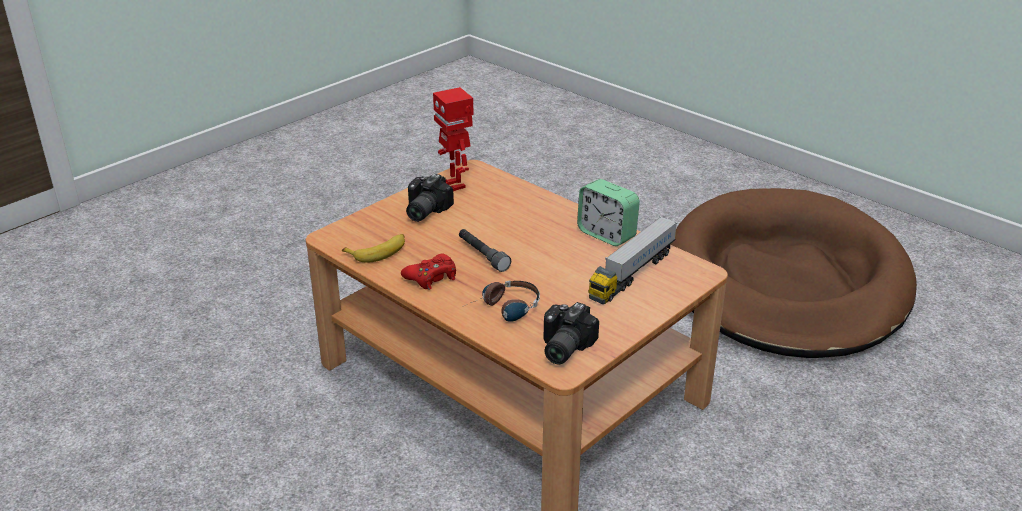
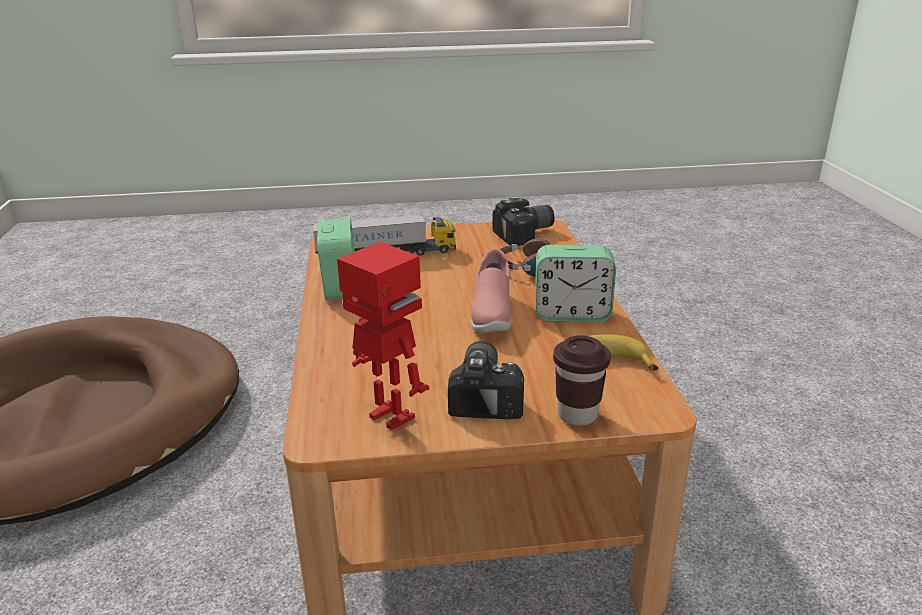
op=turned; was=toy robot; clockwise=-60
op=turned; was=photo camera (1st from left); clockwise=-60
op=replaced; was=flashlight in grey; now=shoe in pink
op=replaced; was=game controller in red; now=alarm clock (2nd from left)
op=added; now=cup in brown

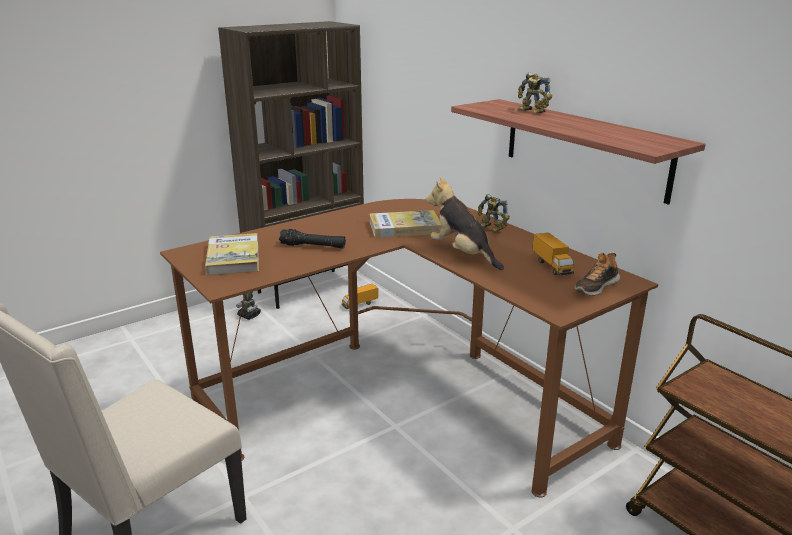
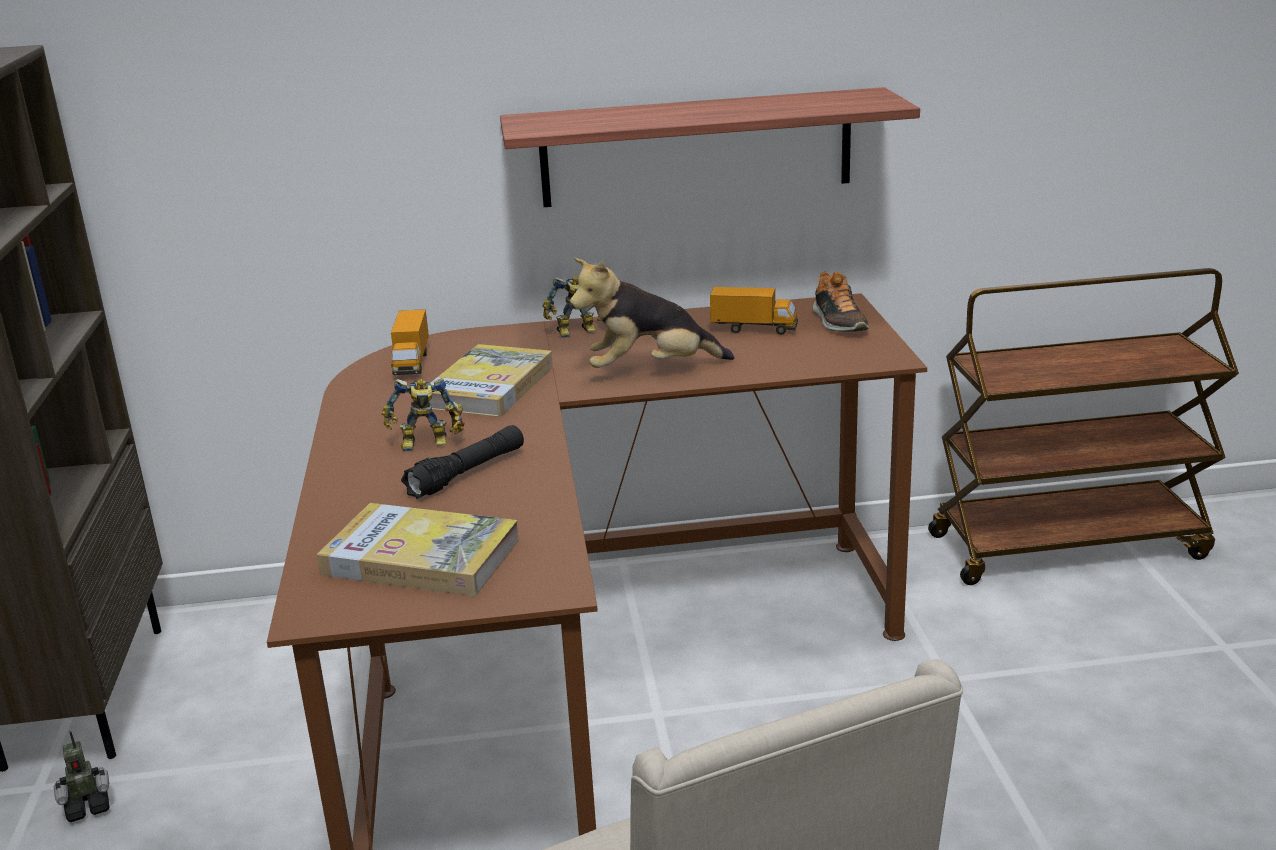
op=moved; was=toy robot (3rd from left in the first image); now=toy robot (2nd from left)
op=moved; was=toy truck (1st from left)

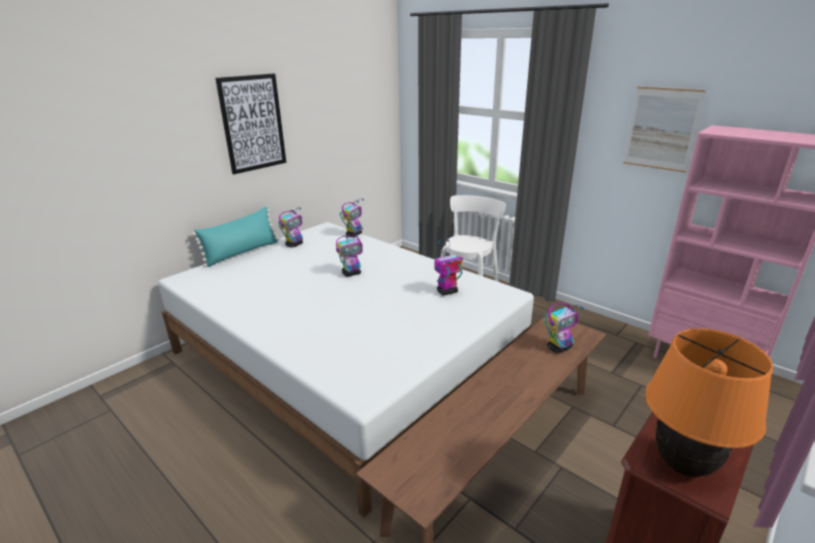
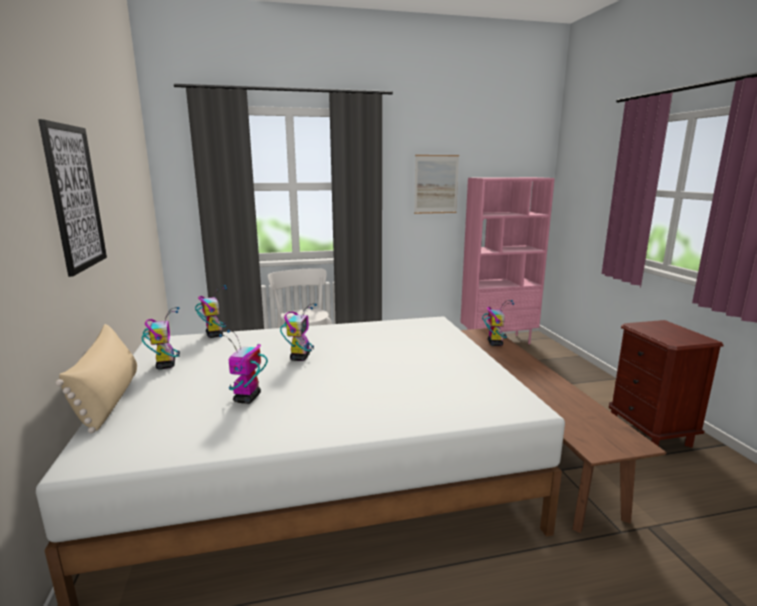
op=recoloured; was=pillow in turquoise; now=pillow in beige
op=moved; was=toy robot (4th from left in the first image); now=toy robot (3rd from left)
op=removed; was=table lamp in orange

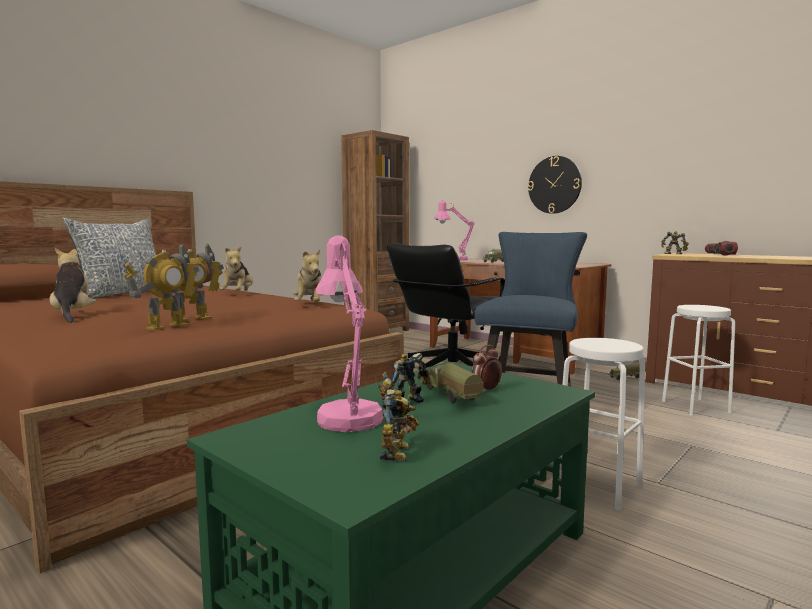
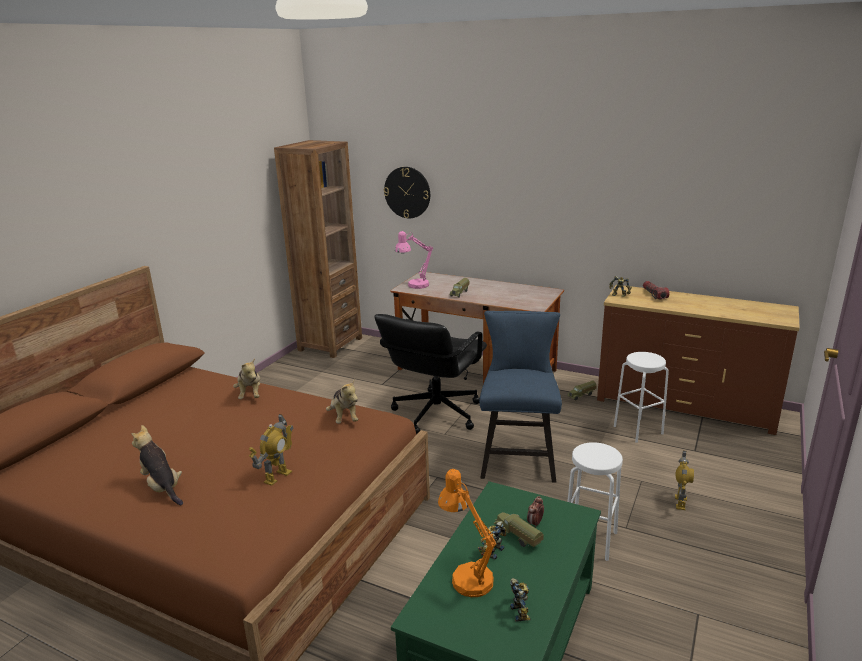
op=moved; was=wall clock
op=removed; was=pillow
op=recoloured; was=table lamp in pink (1st from left); now=table lamp in orange
op=moved; was=toy robot (1st from left in the first image); now=toy robot (5th from left)

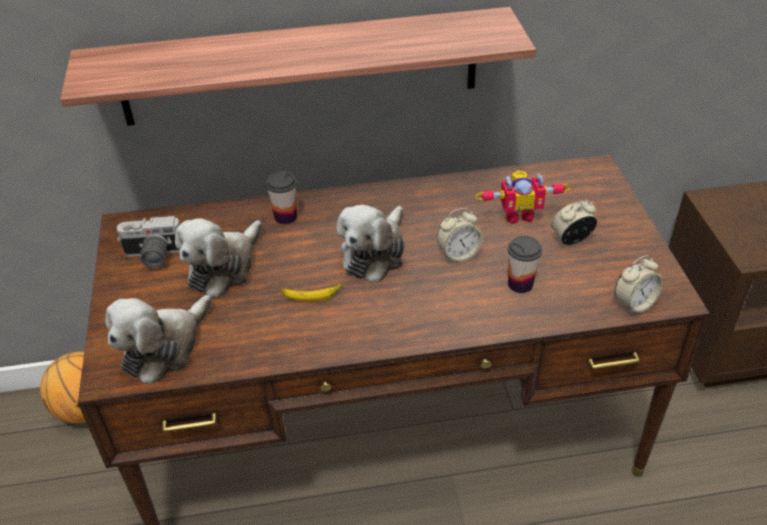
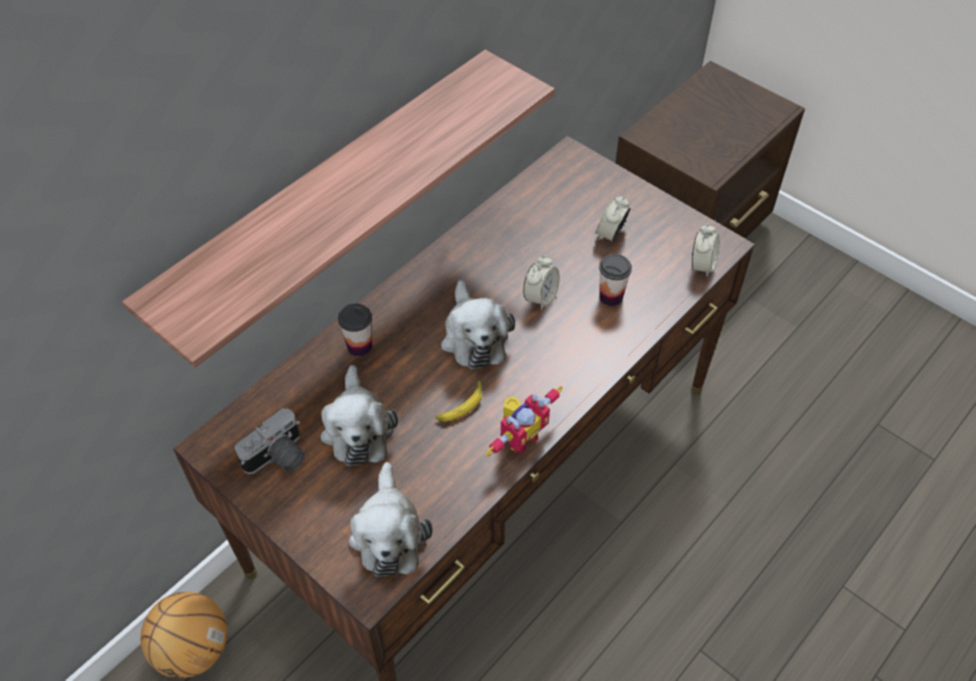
op=moved; was=toy robot

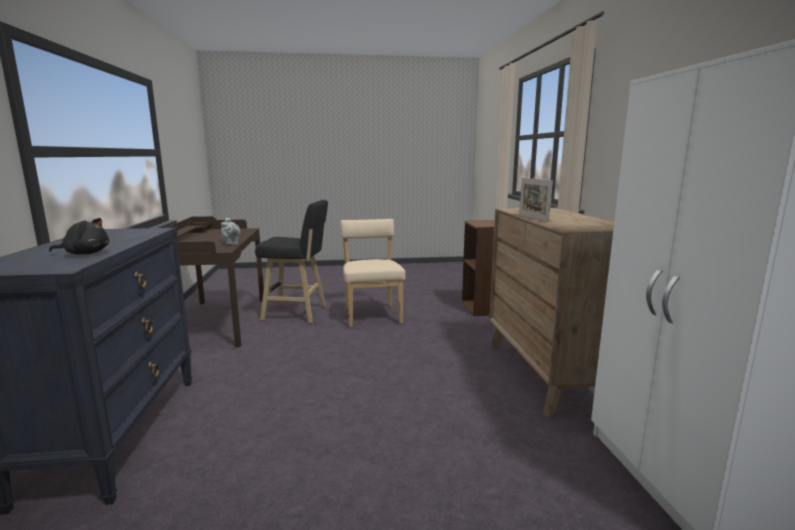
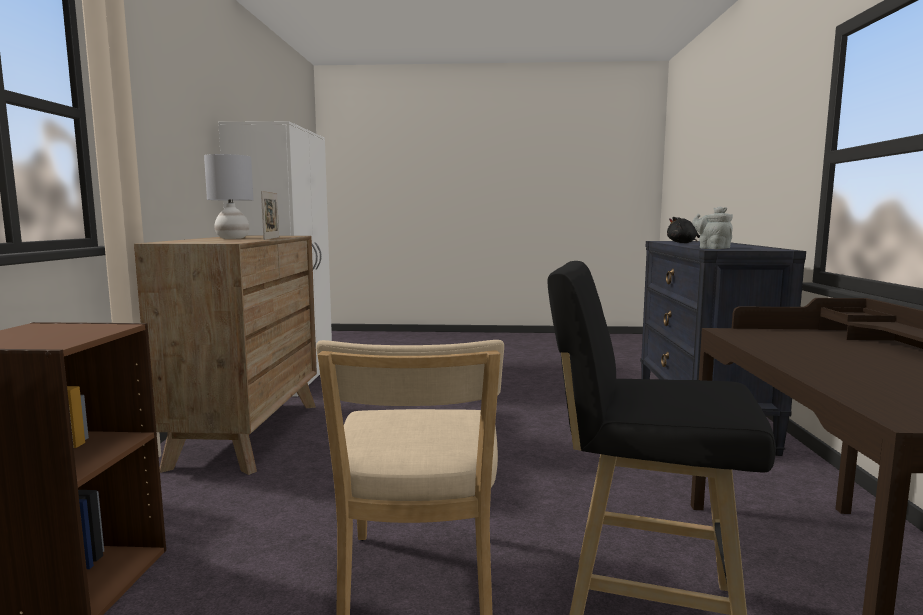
op=moved; was=teapot in grey
op=added; now=table lamp in grey

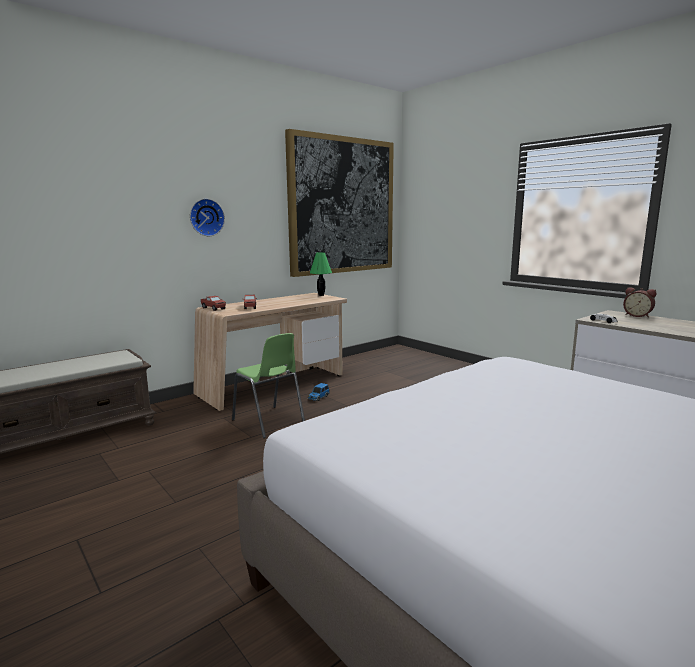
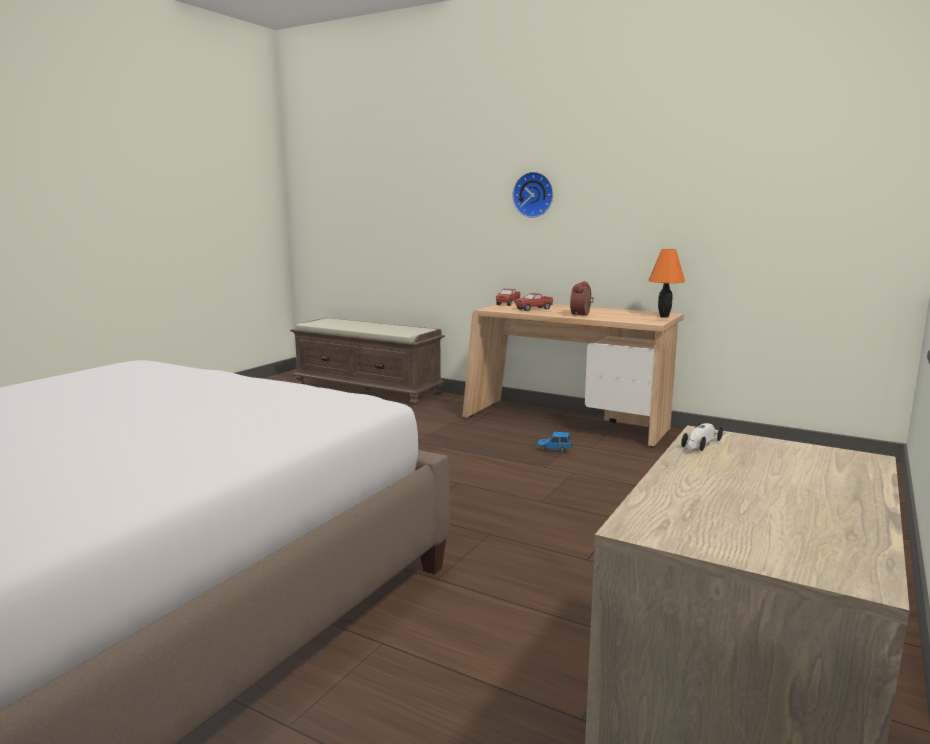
op=removed; was=picture
op=recoloured; was=table lamp in green; now=table lamp in orange
op=moved; was=alarm clock
op=removed; was=chair in green

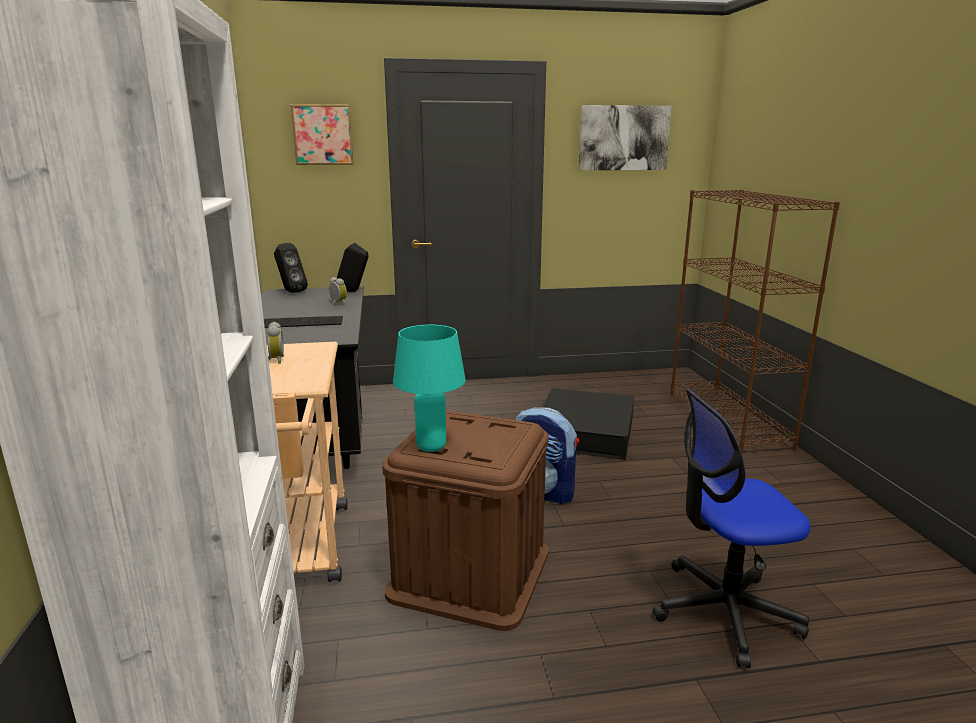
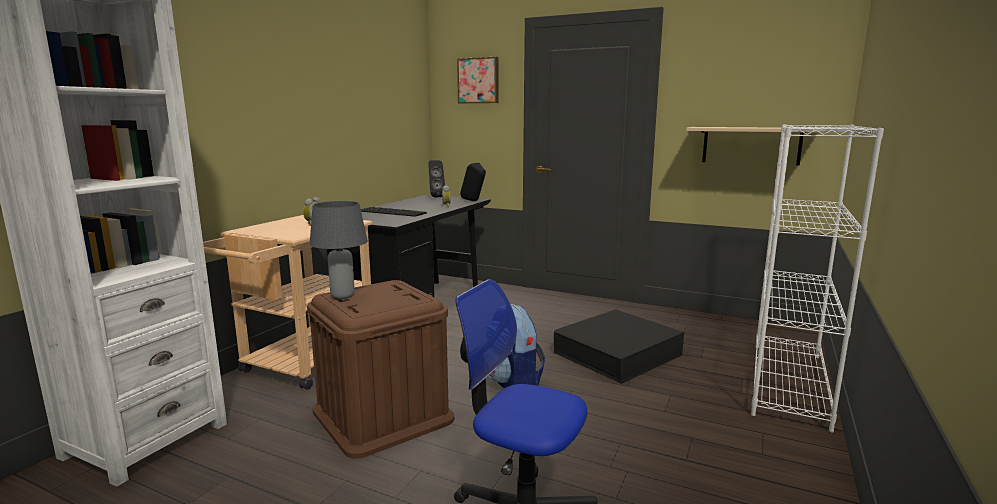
op=removed; was=picture (2nd from left)
op=recoloured; was=bookcase in brown; now=bookcase in white (2nd from left)
op=recoloured; was=table lamp in turquoise; now=table lamp in grey
op=added; now=shelf in beige

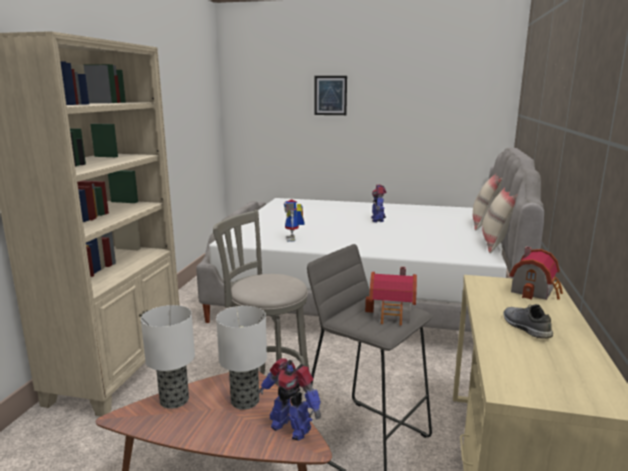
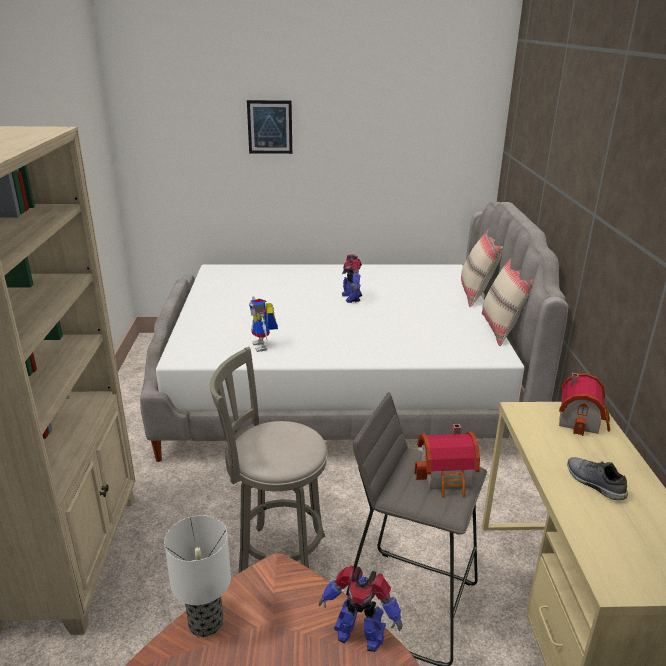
op=removed; was=table lamp (2nd from left)

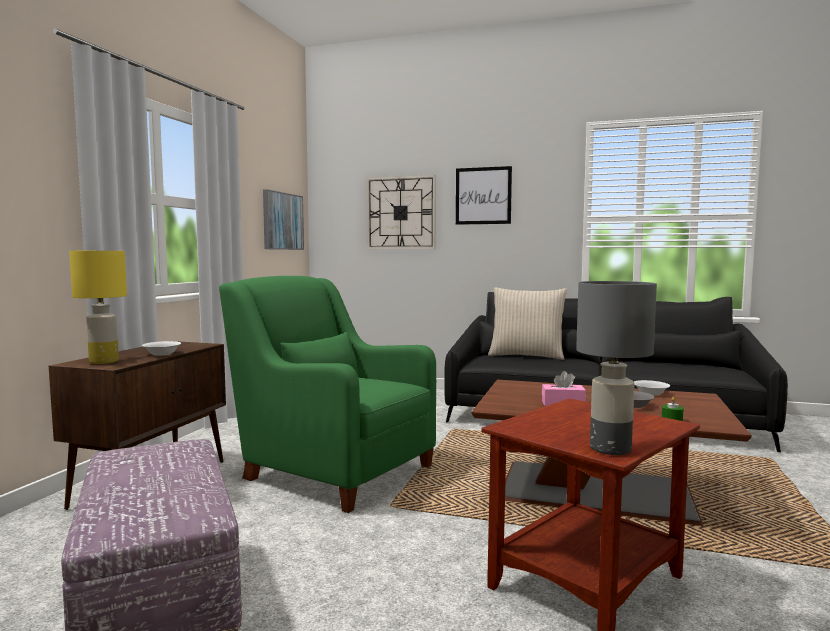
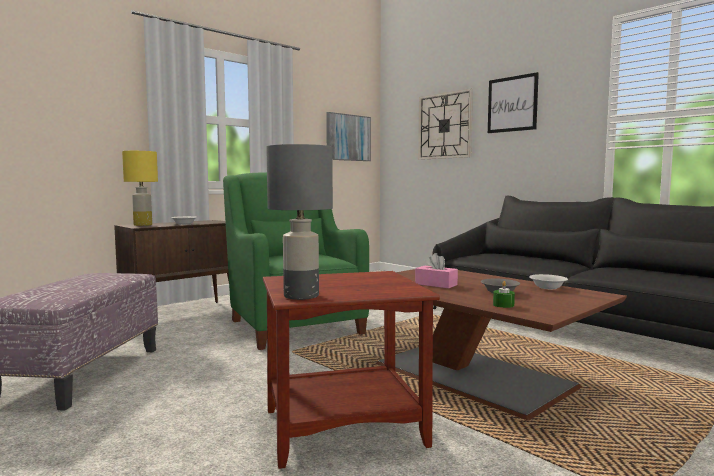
op=removed; was=pillow in beige

